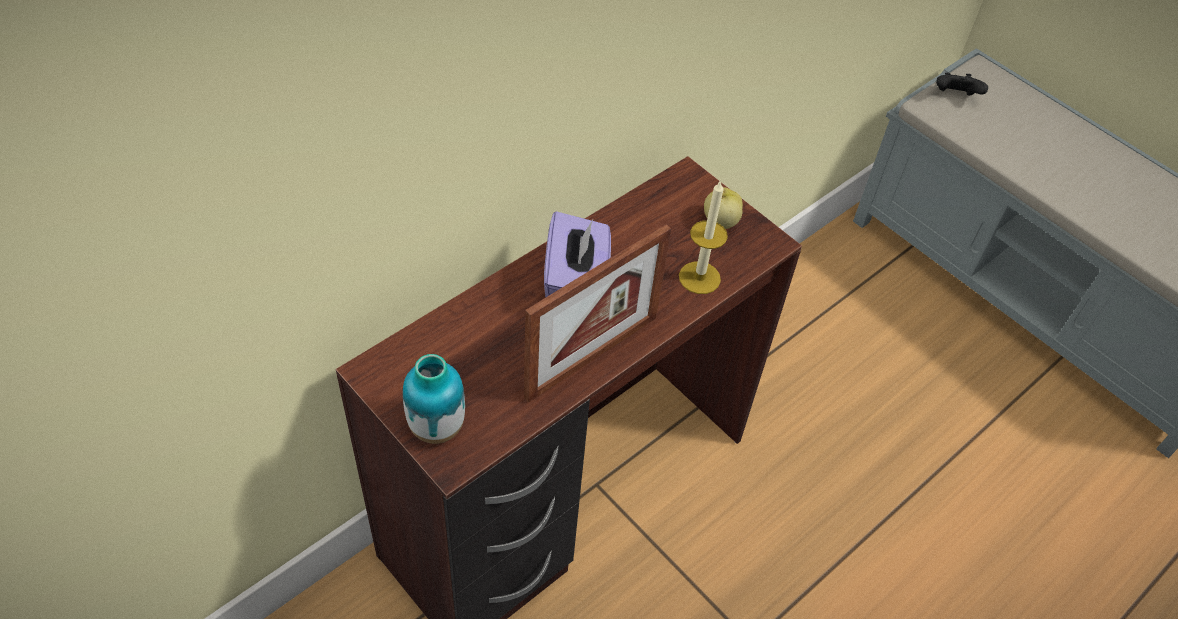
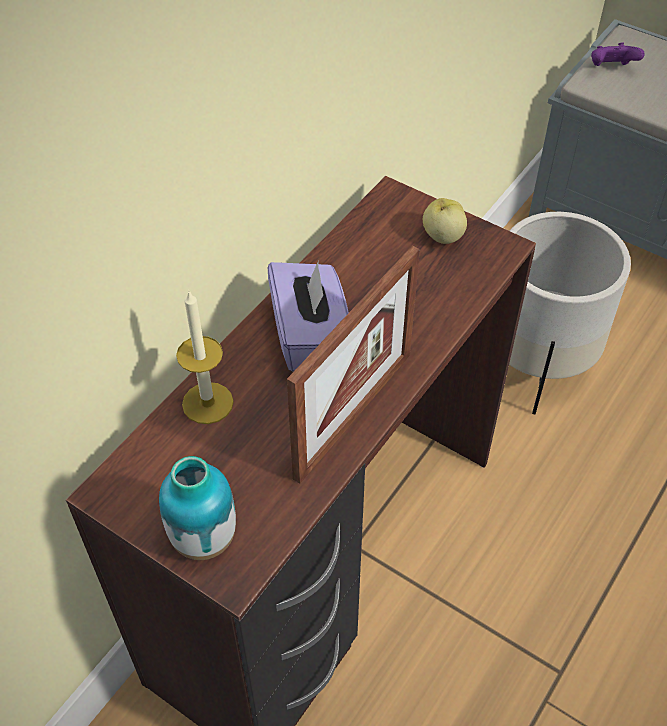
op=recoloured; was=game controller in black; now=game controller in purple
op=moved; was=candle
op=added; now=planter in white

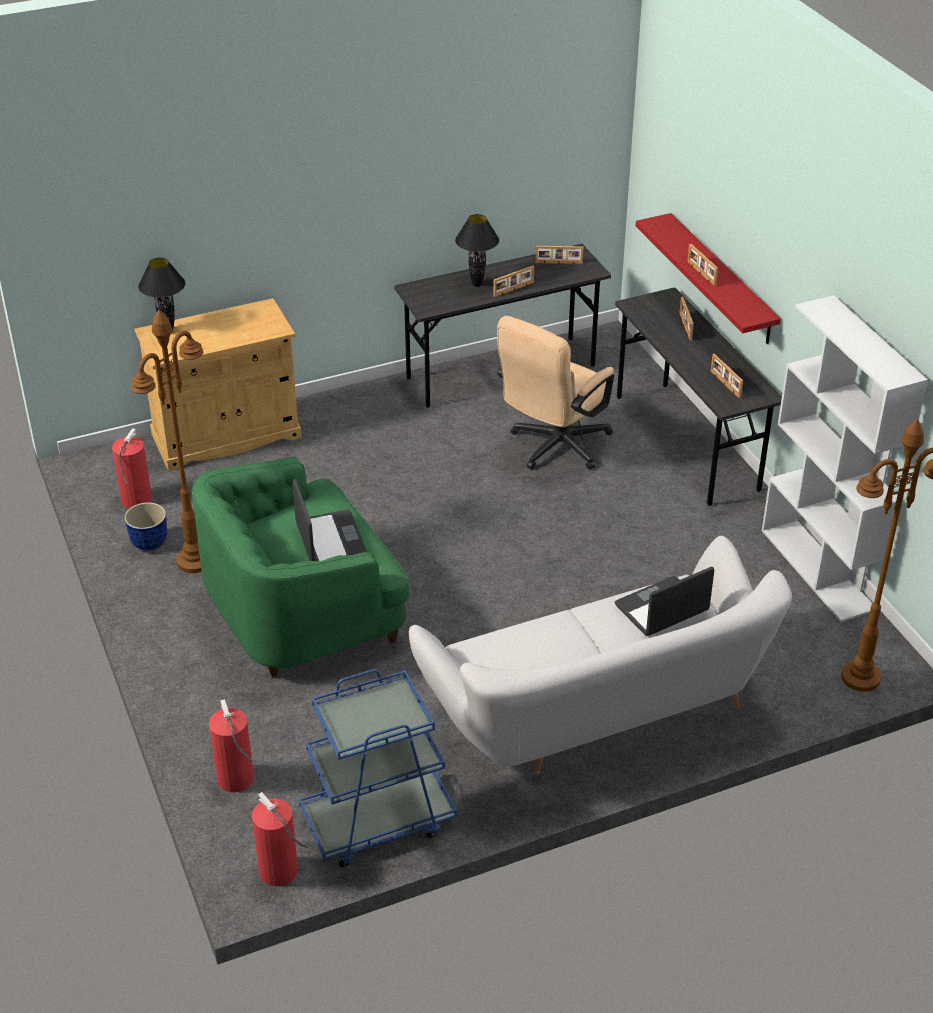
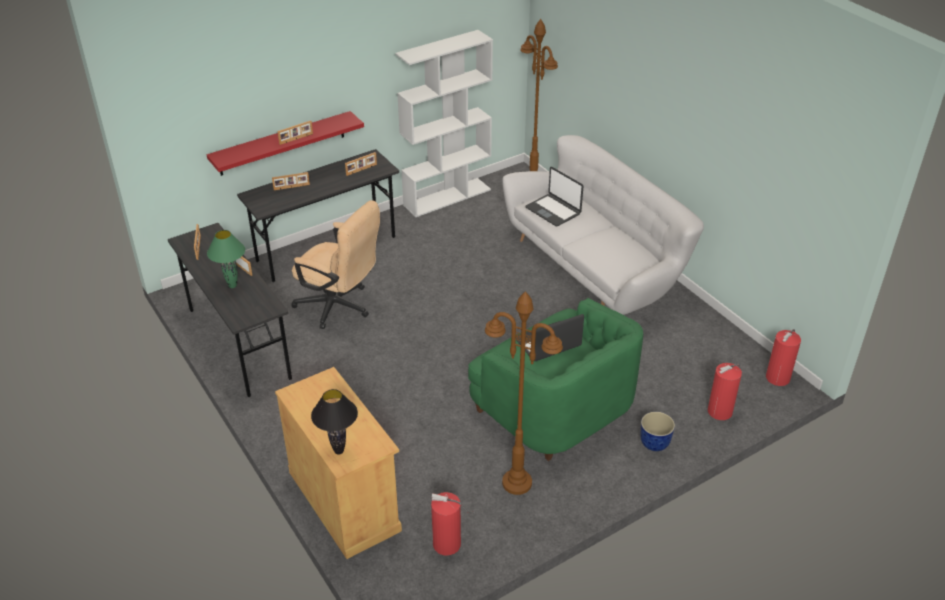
op=recoloured; was=table lamp in black (2nd from left); now=table lamp in green
op=moved; was=planter
op=removed; was=cart in blue

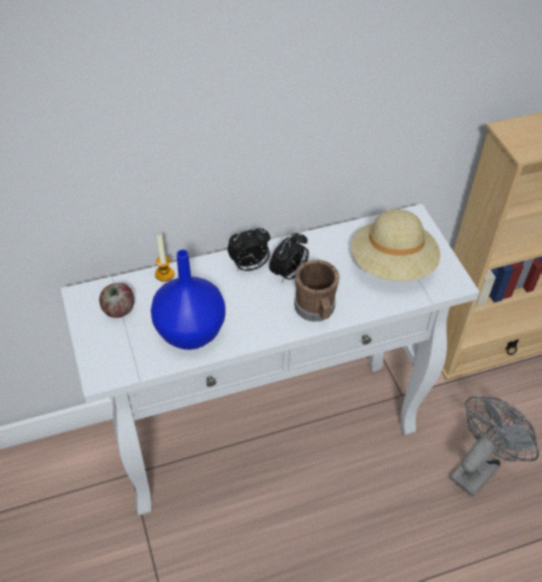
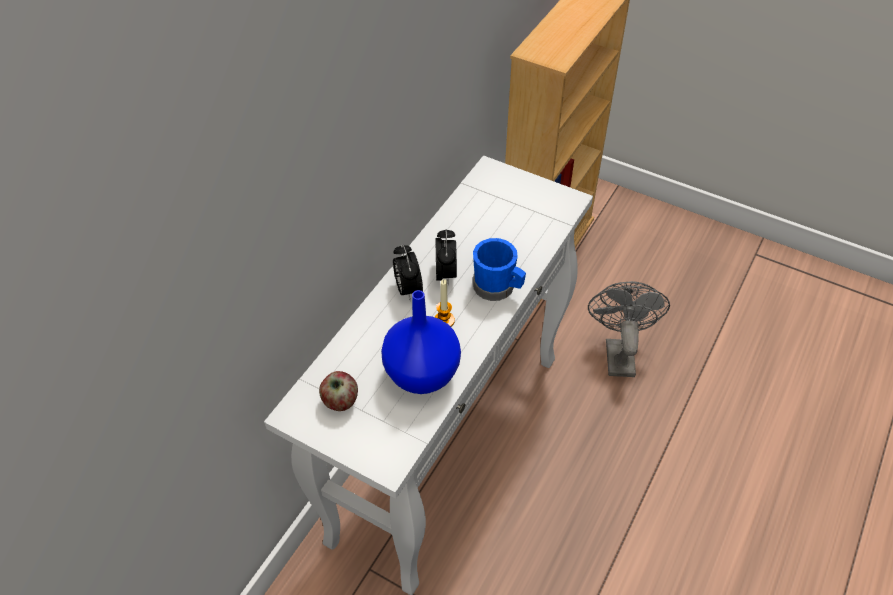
op=removed; was=hat in beige
op=turned; was=alarm clock (1st from left); clockwise=135
op=moved; was=candle
op=recoloured; was=mug in brown; now=mug in blue

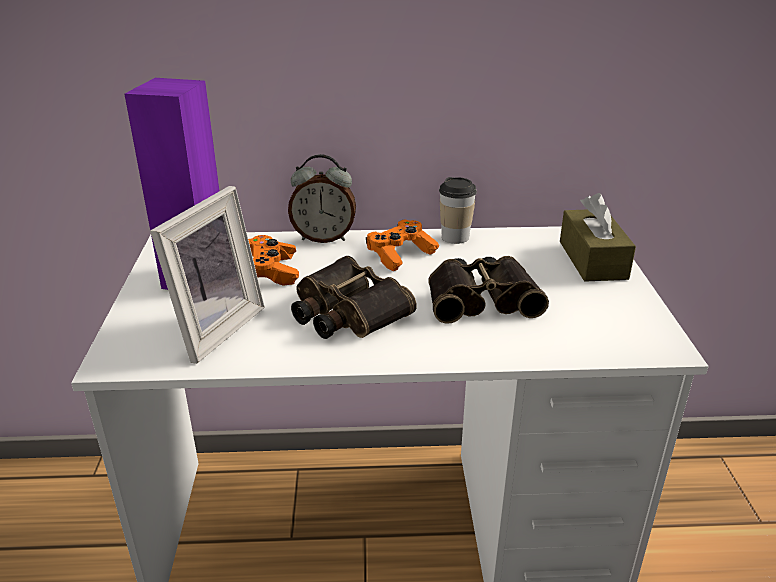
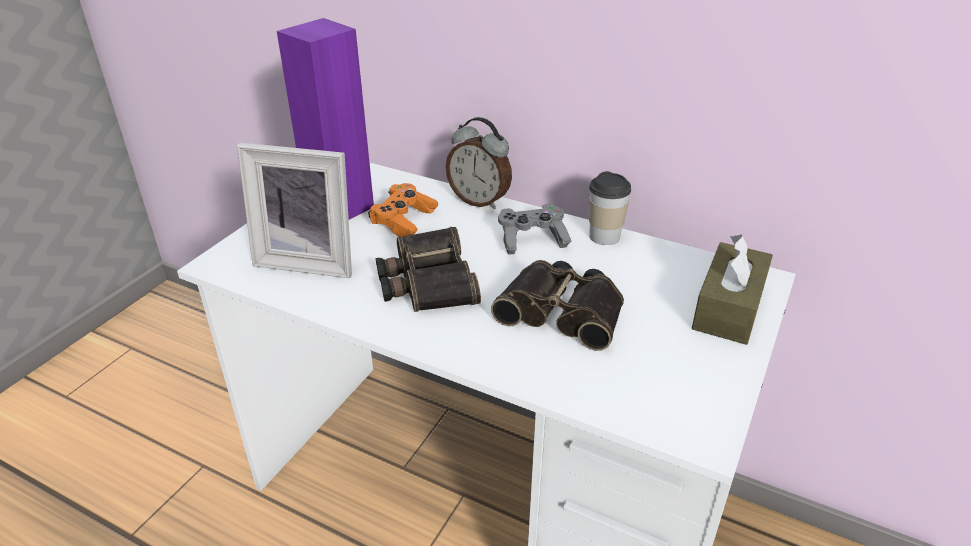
op=turned; was=picture frame; clockwise=45
op=recoloured; was=game controller in orange (2nd from left); now=game controller in grey

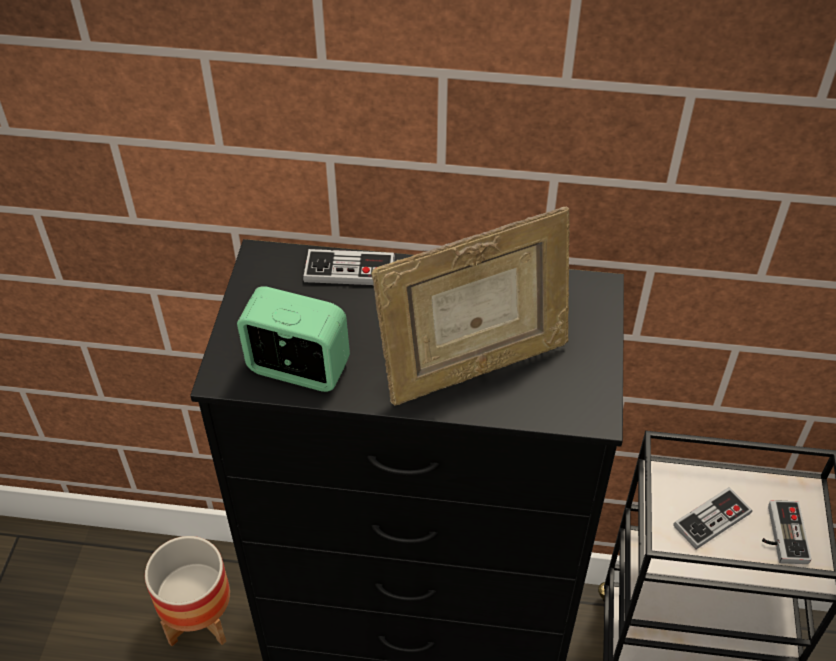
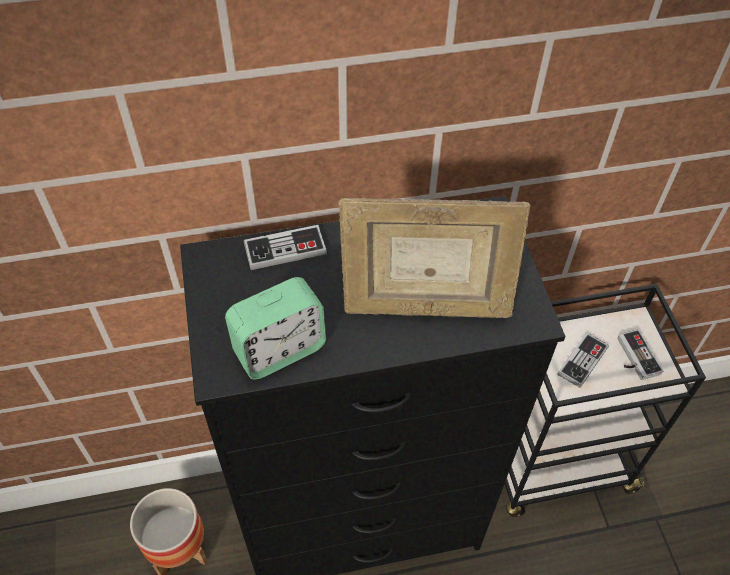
op=turned; was=picture frame; clockwise=45
op=turned; was=alarm clock; clockwise=150

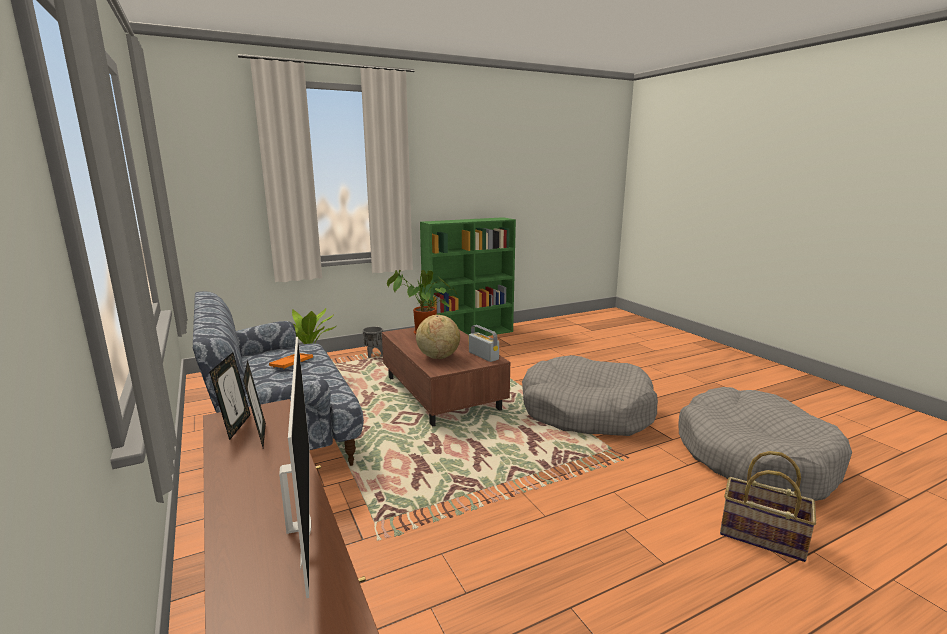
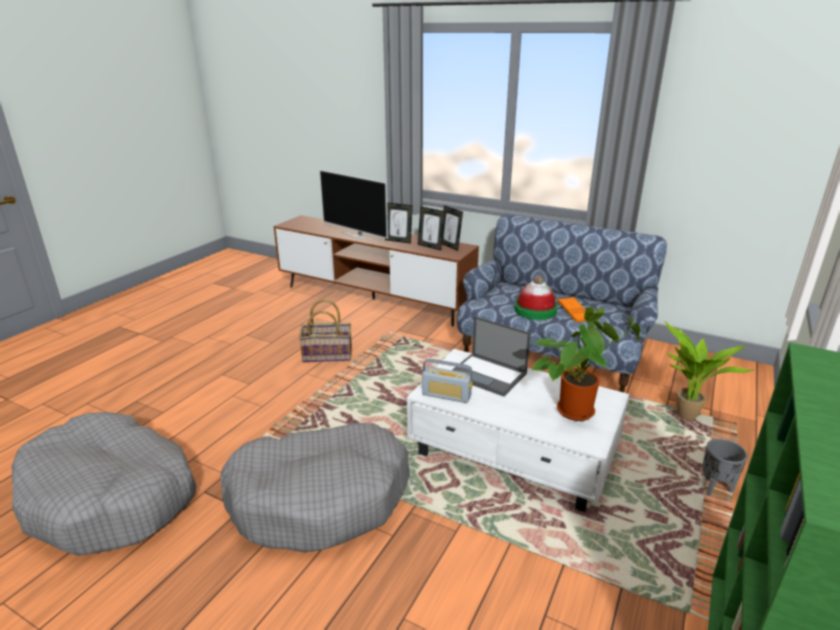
op=replaced; was=globe; now=laptop
op=recoloured; was=coffee table in brown; now=coffee table in white
op=moved; was=basket
op=added; now=picture frame (1st from left)
op=added; now=hat

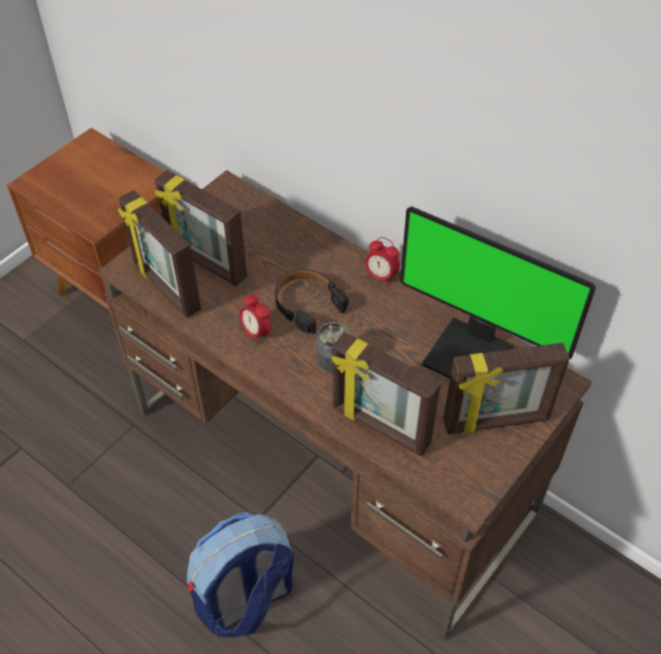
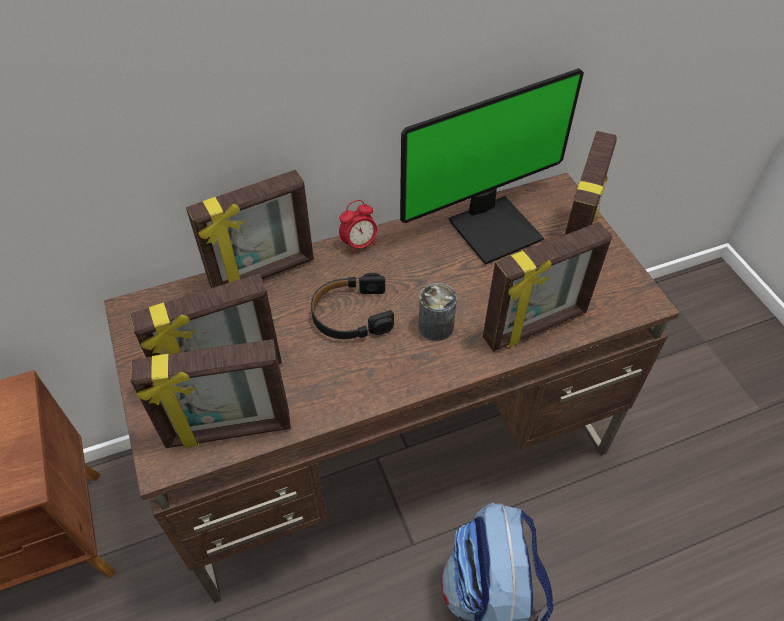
op=removed; was=alarm clock (1st from left)
op=added; now=picture frame (3rd from left)

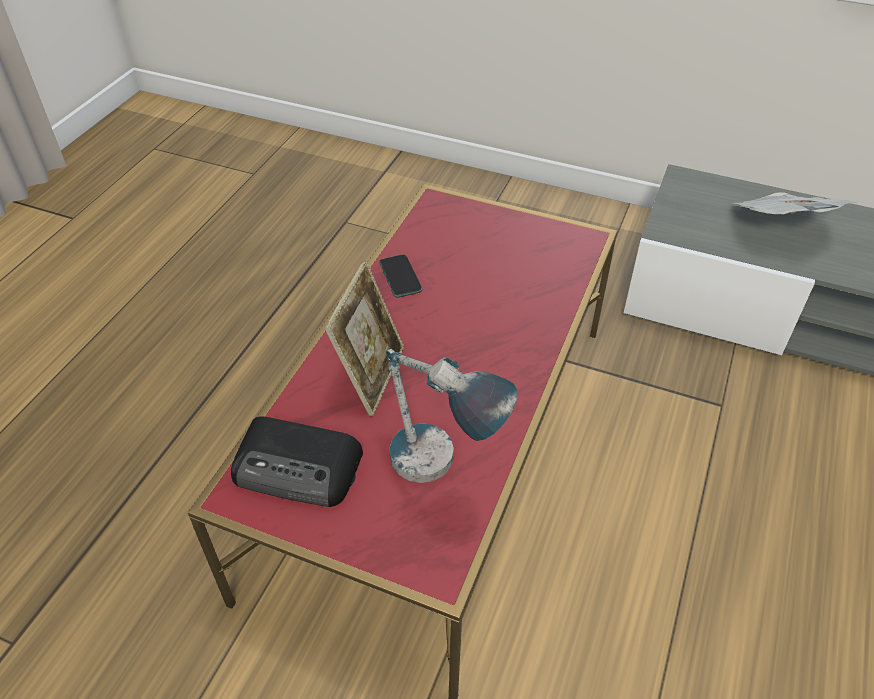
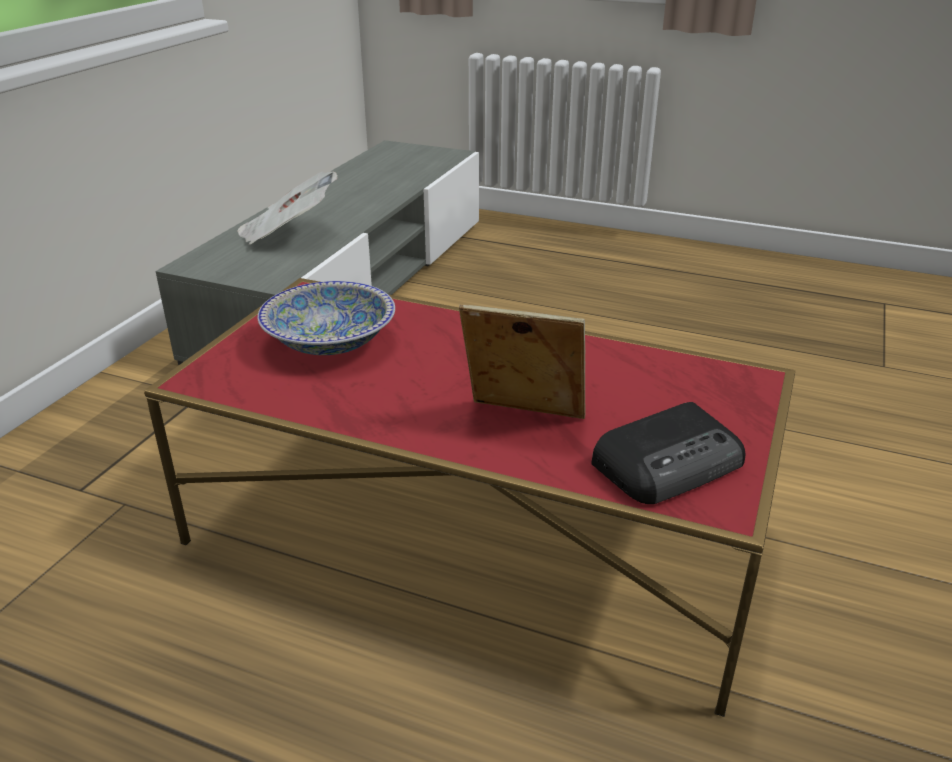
op=removed; was=phone
op=removed; was=table lamp
op=turned; was=radio; clockwise=45
op=added; now=bowl

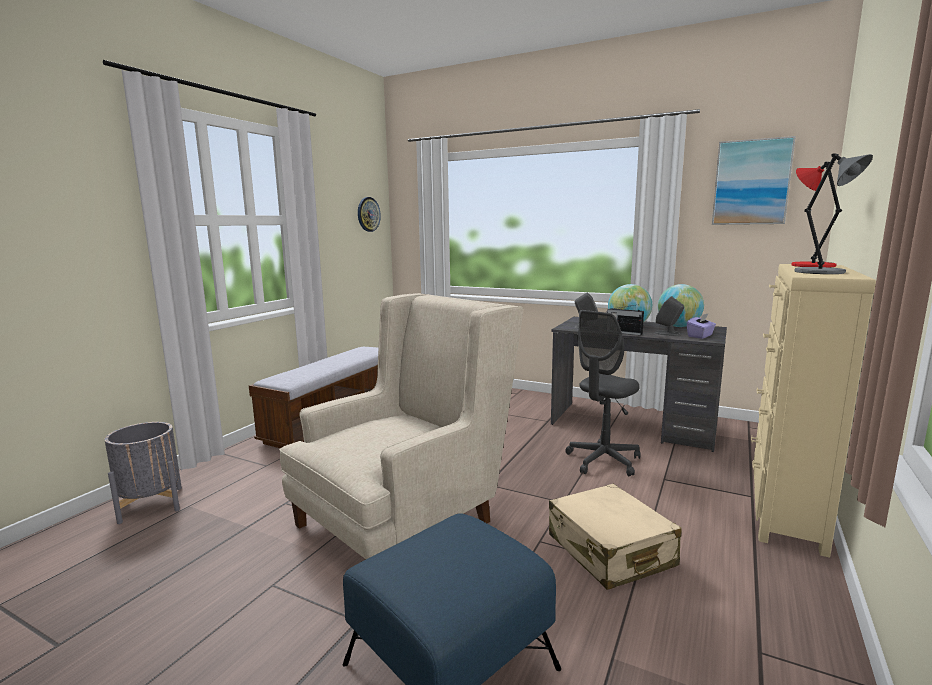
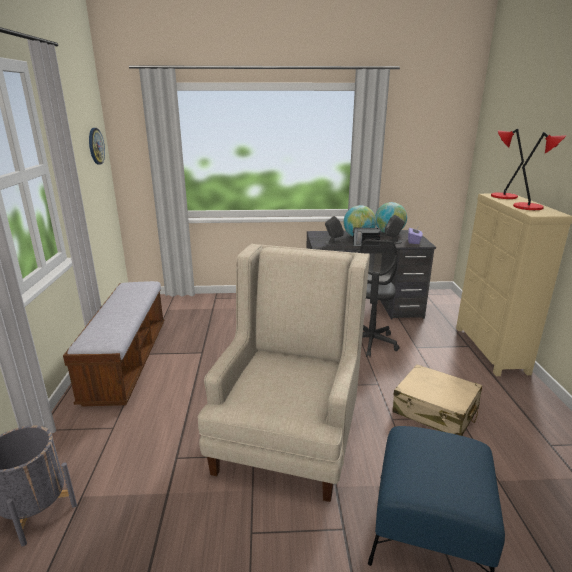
op=removed; was=picture
op=recoloured; was=table lamp in grey; now=table lamp in red (2nd from left)

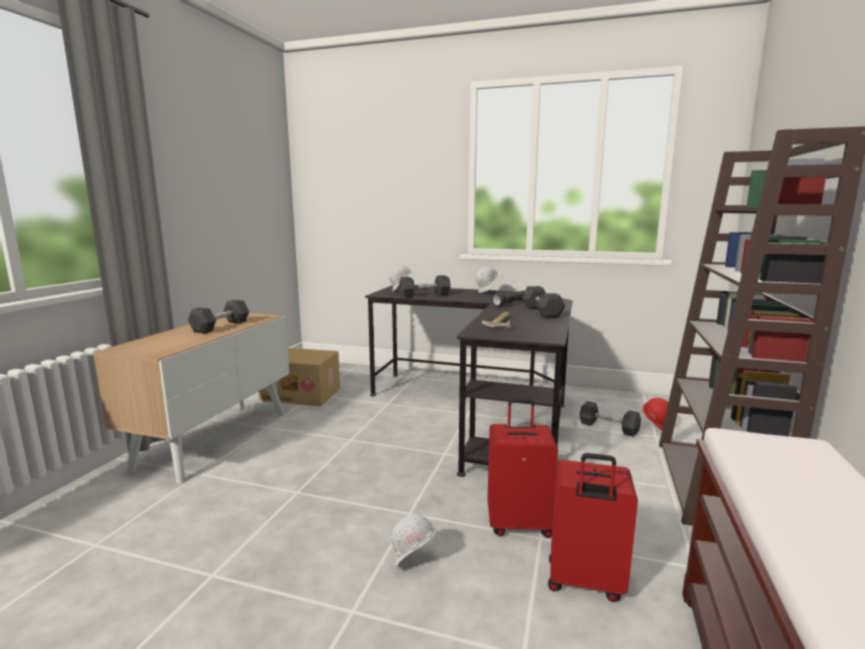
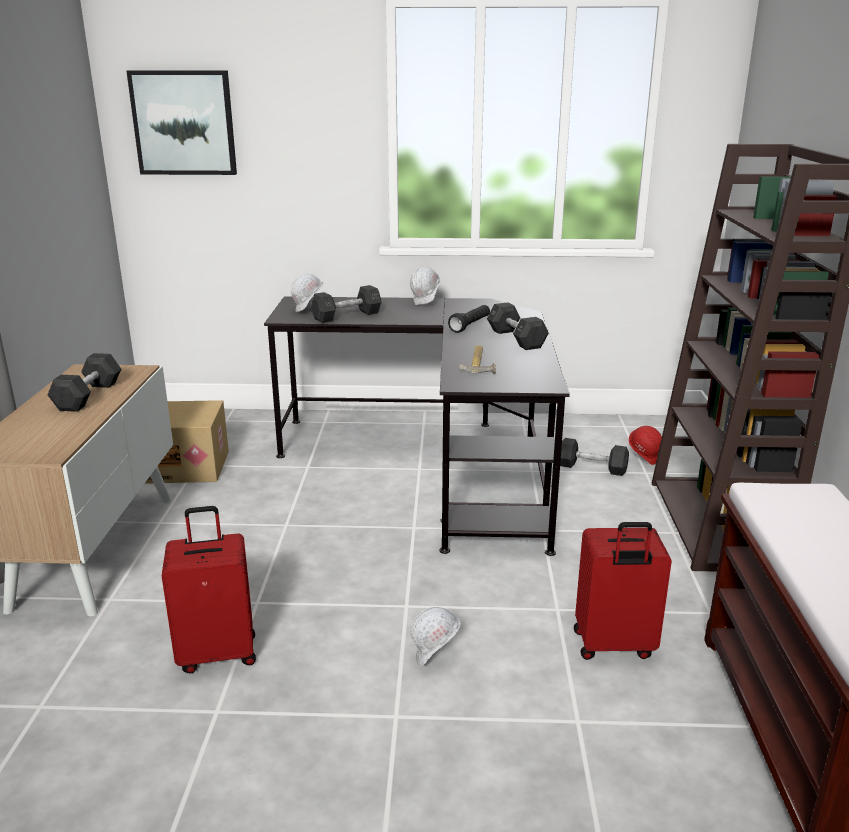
op=moved; was=suitcase in red (1st from left)
op=added; now=picture

